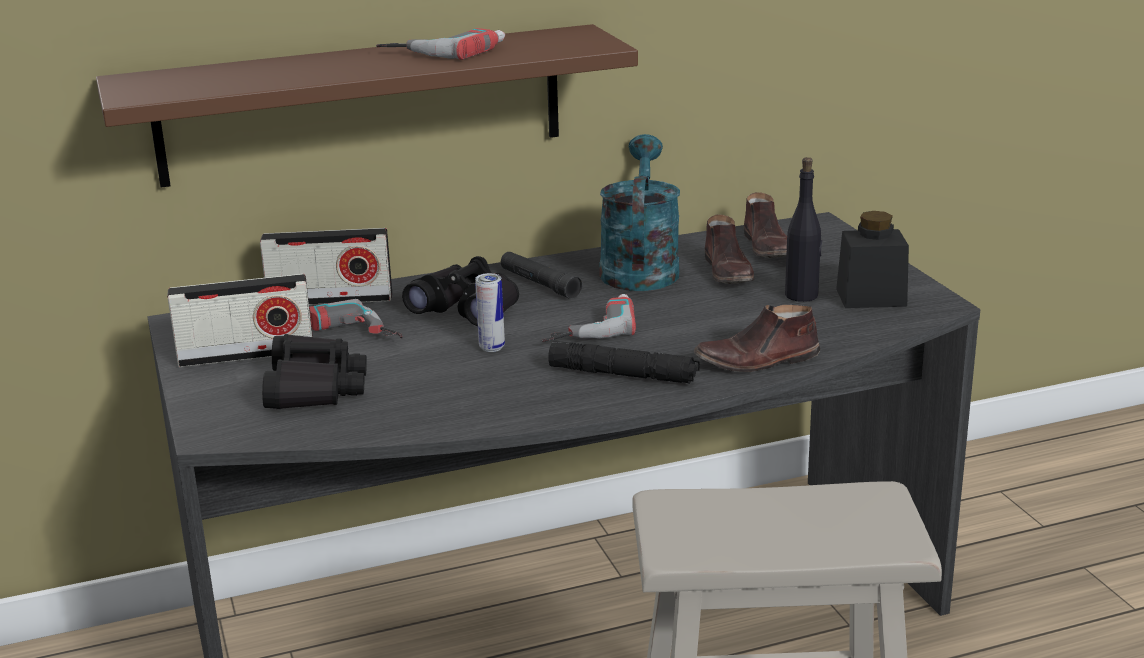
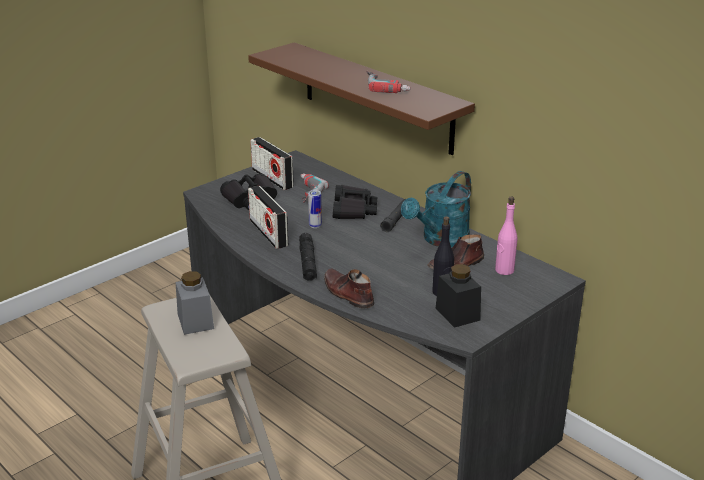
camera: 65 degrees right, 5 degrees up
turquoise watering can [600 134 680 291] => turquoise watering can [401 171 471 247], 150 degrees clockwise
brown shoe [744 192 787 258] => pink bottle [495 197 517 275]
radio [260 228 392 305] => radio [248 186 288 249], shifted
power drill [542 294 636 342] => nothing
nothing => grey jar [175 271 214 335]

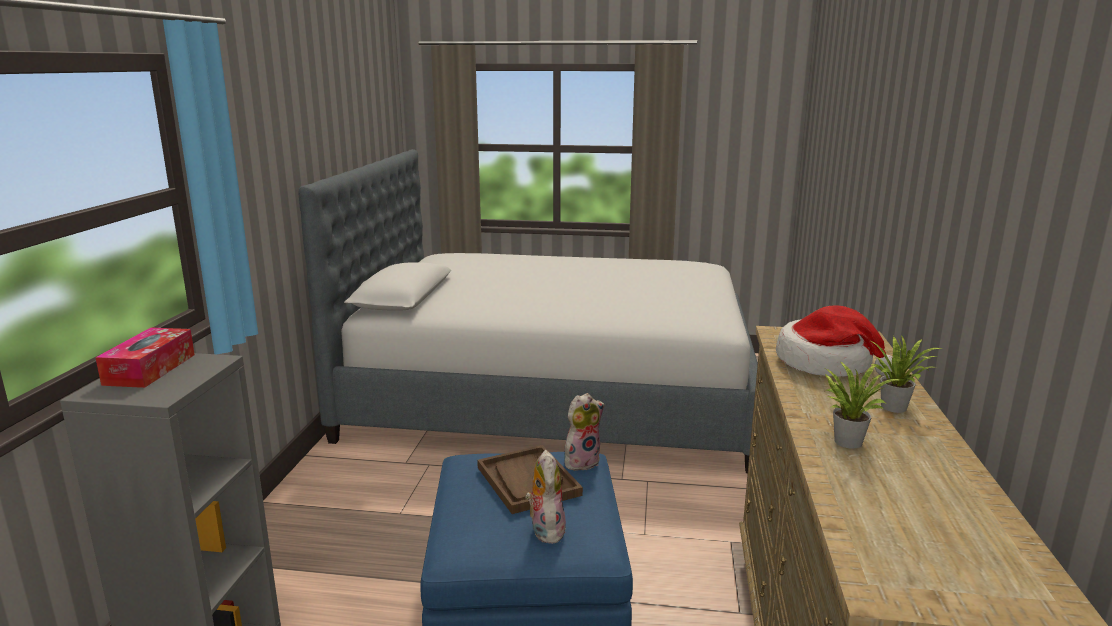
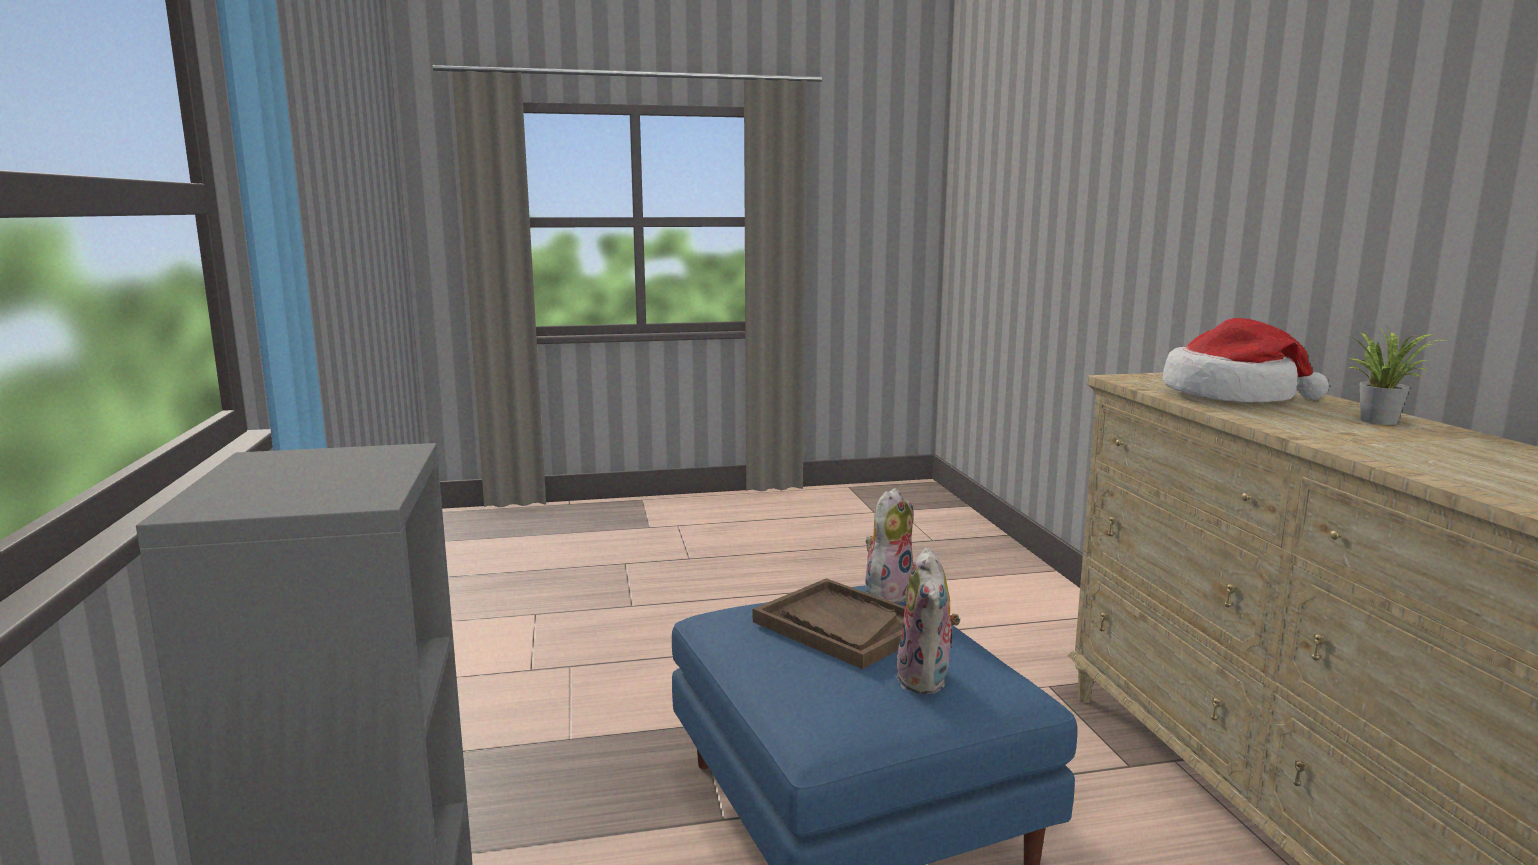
camera: 20 degrees left, 5 degrees down
bed [298 149 758 473] => nothing
tissue box [95 328 195 388] => nothing
potted plant [825 361 901 448] => nothing
plush toy [525 450 566 544] => plush toy [896 547 961 694], 150 degrees counterclockwise

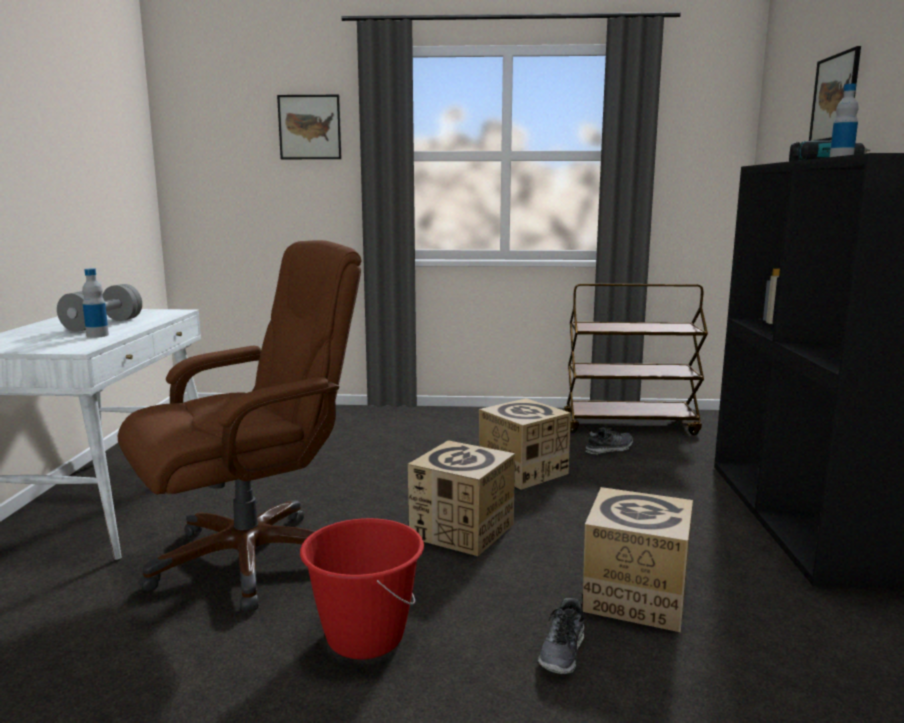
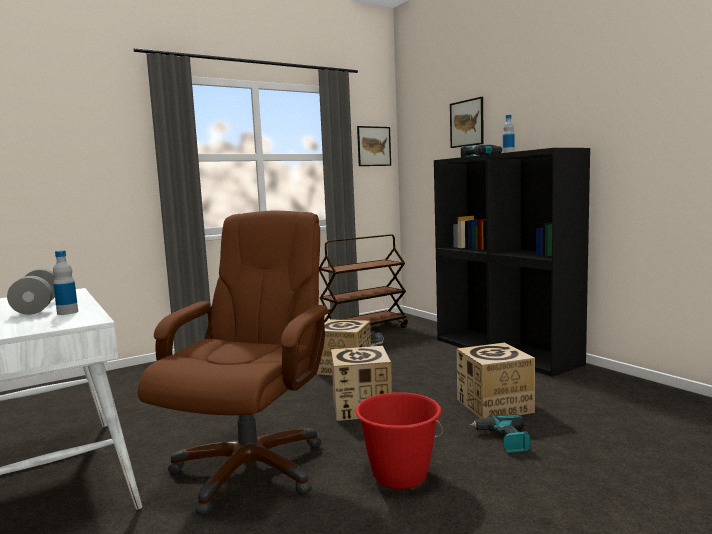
camera: 35 degrees left, 5 degrees down
picture [277 95 342 159] => picture [357 126 391 166], shifted
shoe [538 598 584 674] => power drill [469 414 530 453]

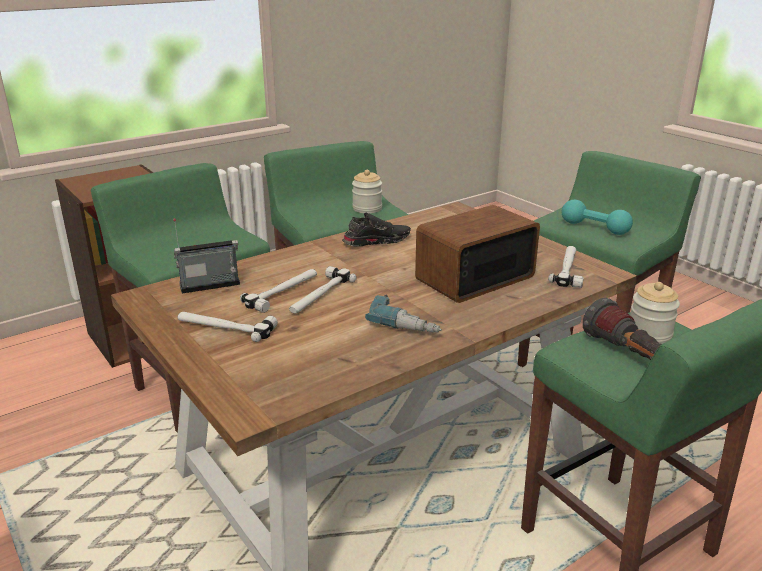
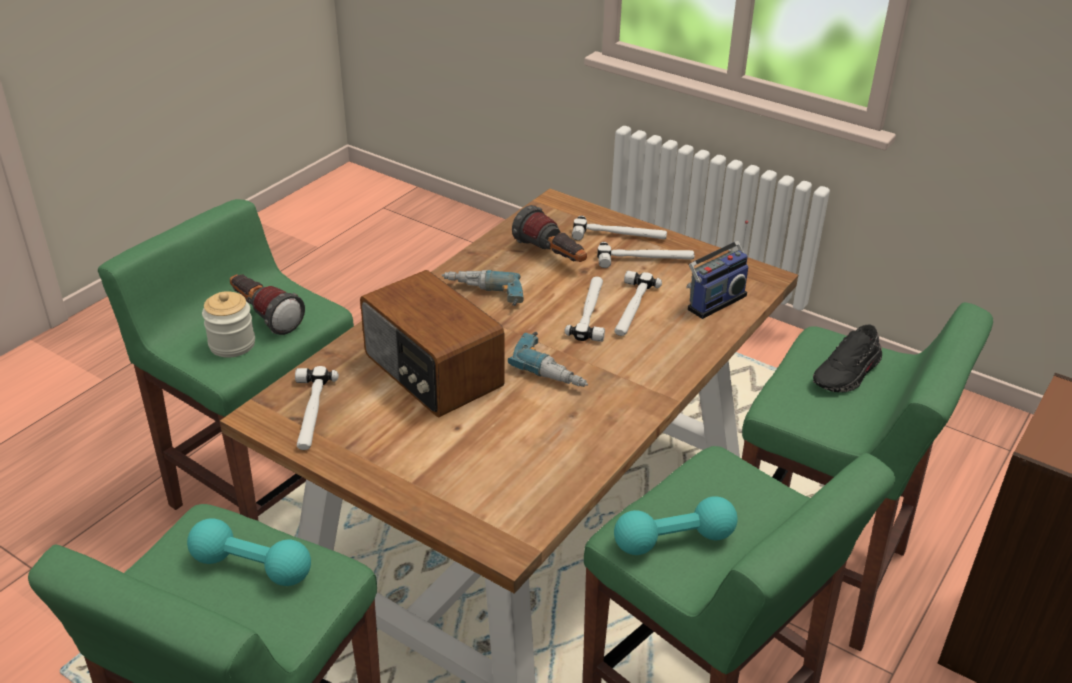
camera: 160 degrees right, 10 degrees up
jar [352 170 382 213] => turquoise dumbbell [614 496 738 555]
radio [415 205 540 303] => radio [360 270 505 417], 105 degrees clockwise
black shoe [342 212 411 247] => black shoe [813 325 882 392], shifted
nothing => flashlight [512 205 587 262]
nothing => hammer [572 216 667 240]
nothing => power drill [508 332 588 387]

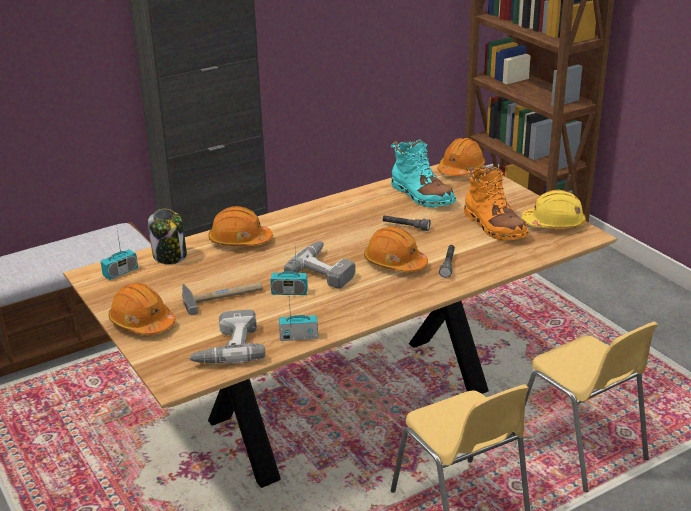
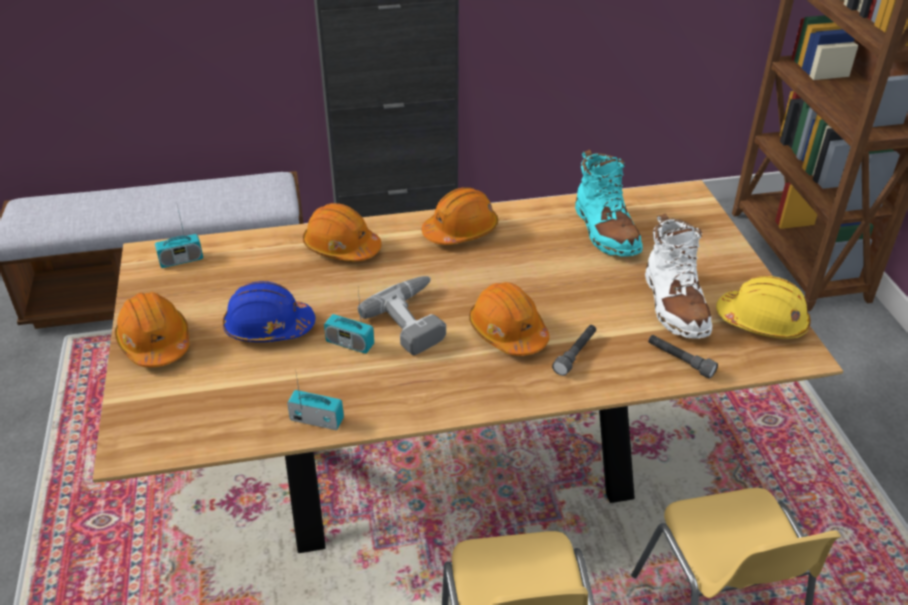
camera: 20 degrees right, 10 degrees up
orange hard hat [437 138 485 176] => orange hard hat [422 187 498 245], shifted
orange boot [464 166 529 241] => white boot [645 213 712 339]
jar [148 209 187 264] => nothing
grey flashlight [383 215 430 231] => grey flashlight [648 335 718 379], shifted
hammer [182 282 263 315] => blue hard hat [223 281 316 342]
power drill [188 309 265 364] => nothing

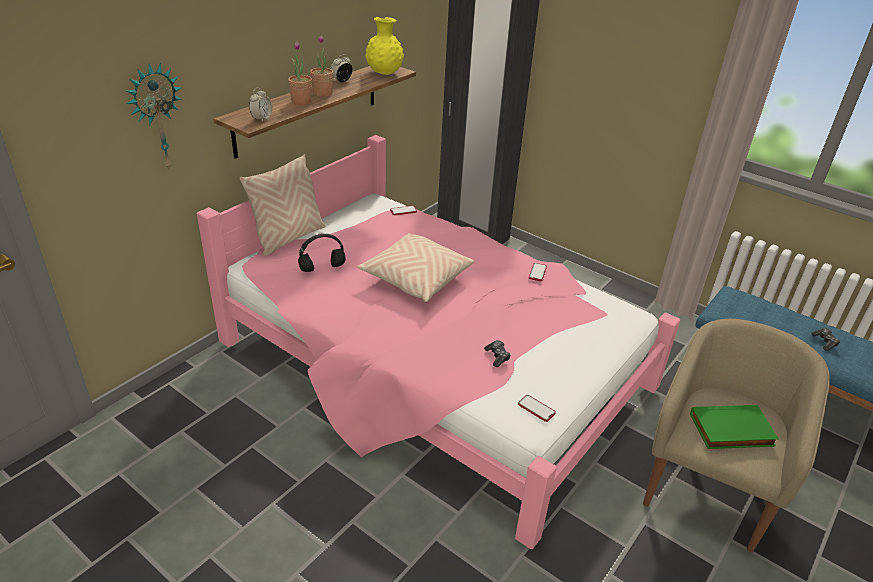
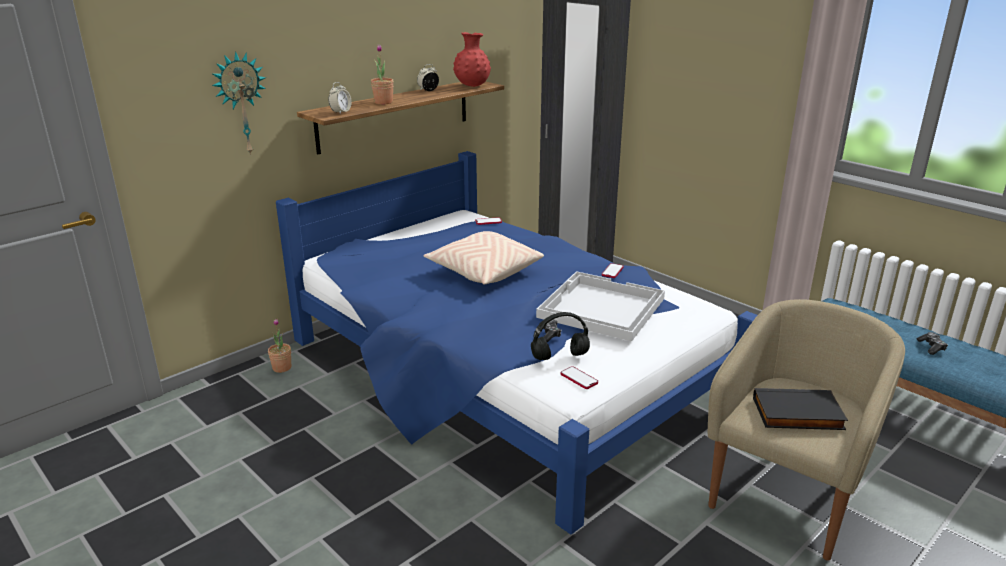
camera: 10 degrees right, 10 degrees down
yellow vase [365 17 404 75] => red vase [453 32 491 87]
potted plant [310 35 333 97] => potted plant [268 319 291 373], shifted
pink bed [197 135 680 549] => blue bed [276 151 757 534]
beige pillow [239 154 326 256] => nothing
black headphones [298 234 345 272] => black headphones [531 312 590 360], shifted
green book [690 405 779 449] => black book [753 388 848 430]
nothing => white tray [536 271 665 342]

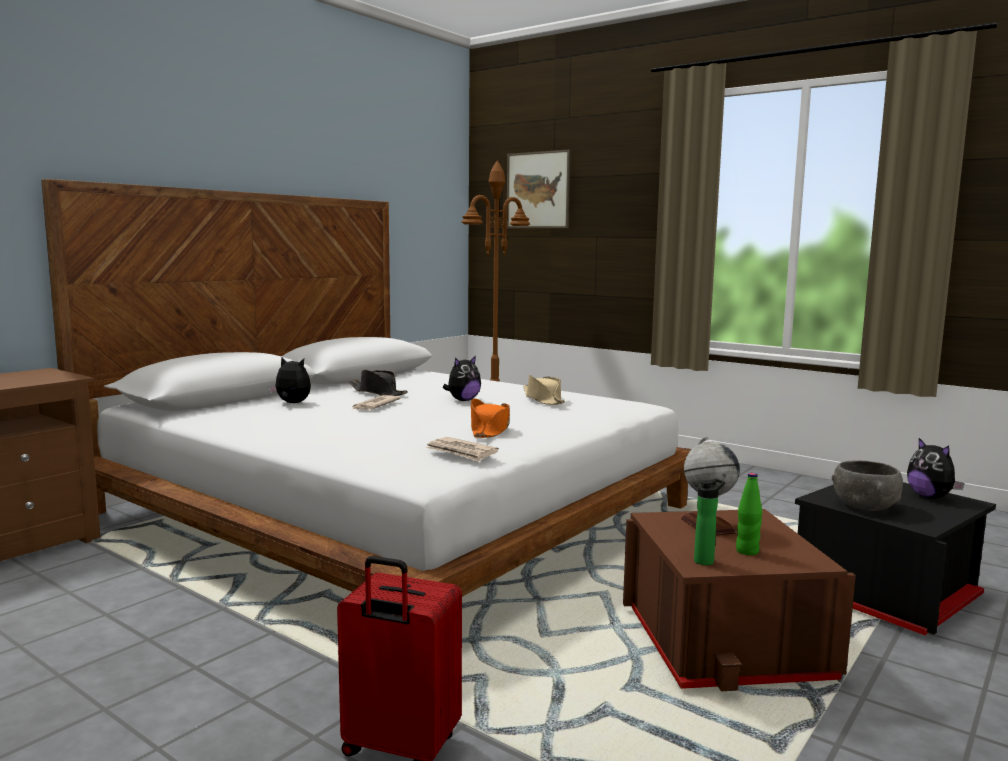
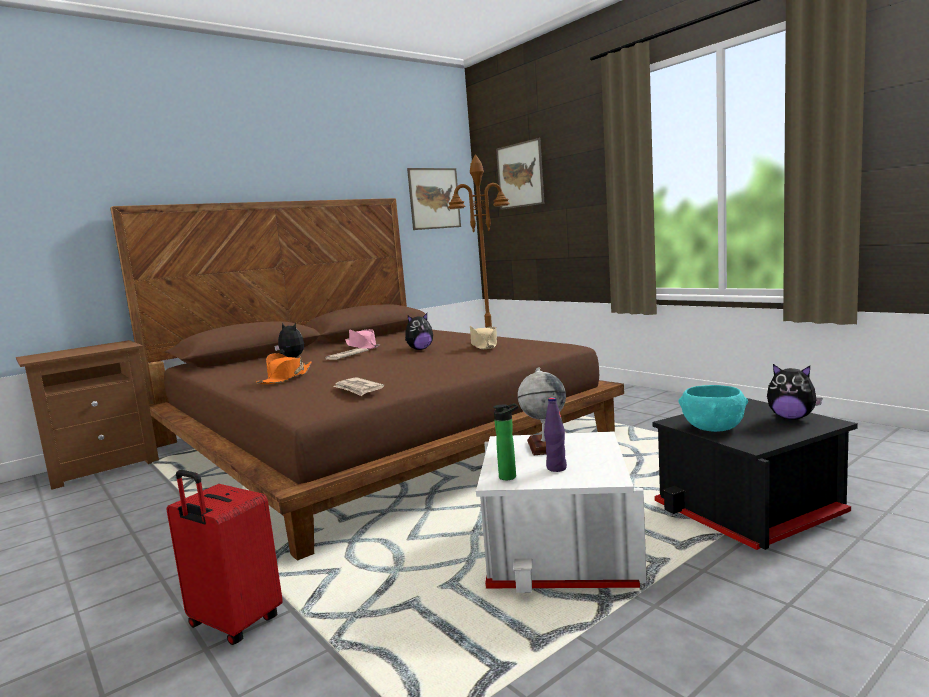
camera: 15 degrees right, 0 degrees up
white bed [41 179 692 597] => brown bed [110 198 624 560]
black hat [349 370 408 396] => pink hat [345 329 380 349]
orange hat [471 399 510 438] => orange hat [256 353 312 384], shifted
plush toy [907 438 965 499] => plush toy [767 364 822 420], 45 degrees counterclockwise
grey bowl [832 460 903 511] => turquoise bowl [679 385 748 432]
green bottle [736 473 762 555] => purple bottle [544 397 567 472]
brown storage box [623 509 856 691] => white storage box [476 431 647 593]
nothing => picture [407 168 461 230]

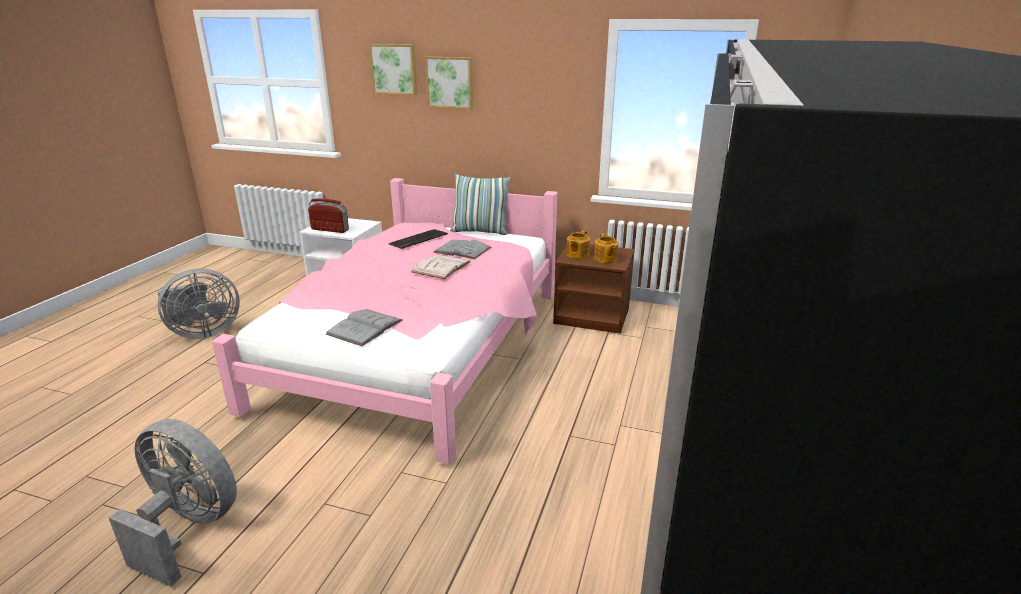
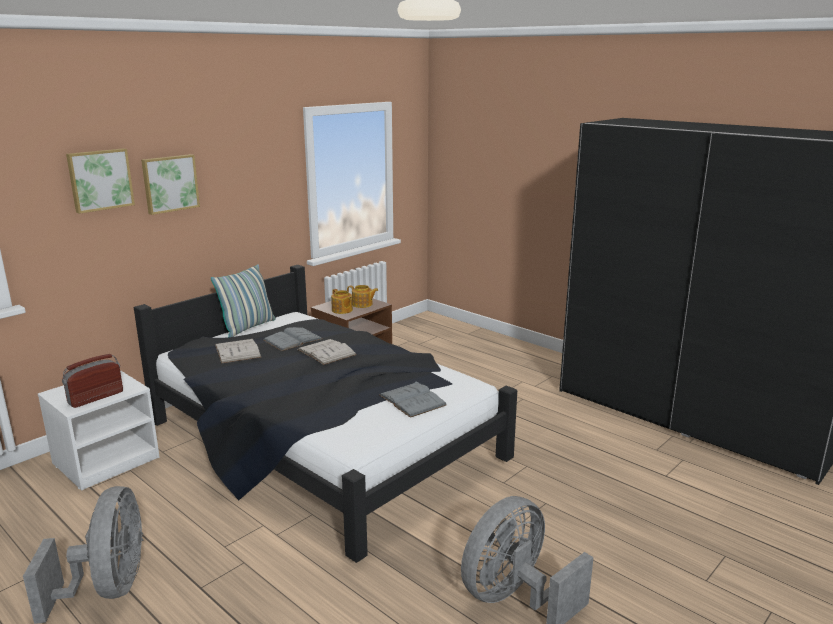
camera: 65 degrees left, 5 degrees down
pink bed [212 178 557 464] => black bed [134 265 517 563]
keyboard [389 229 448 249] => white book [215 339 261 364]

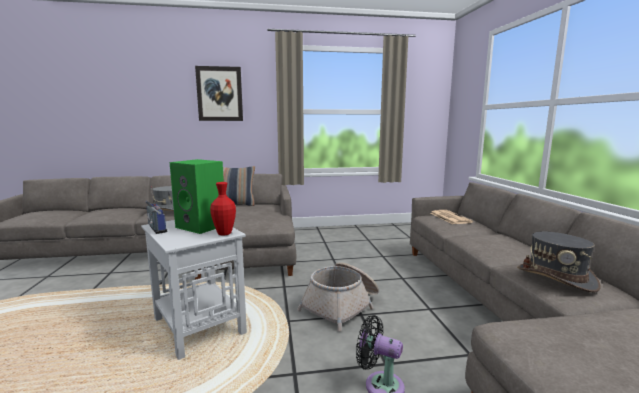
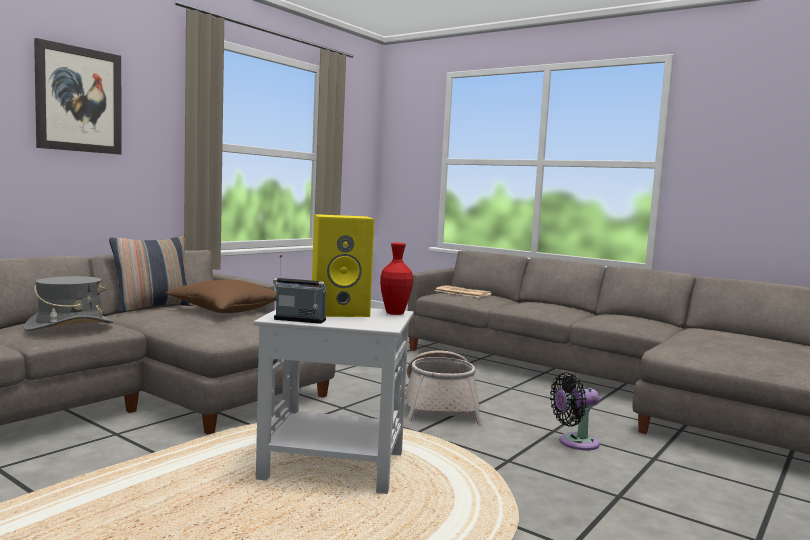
camera: 45 degrees left, 5 degrees down
green speaker [170 159 224 234] => yellow speaker [312 214 375 317]
grey hat [517 232 601 293] => nothing
nothing => brown pillow [166 280 277 313]

